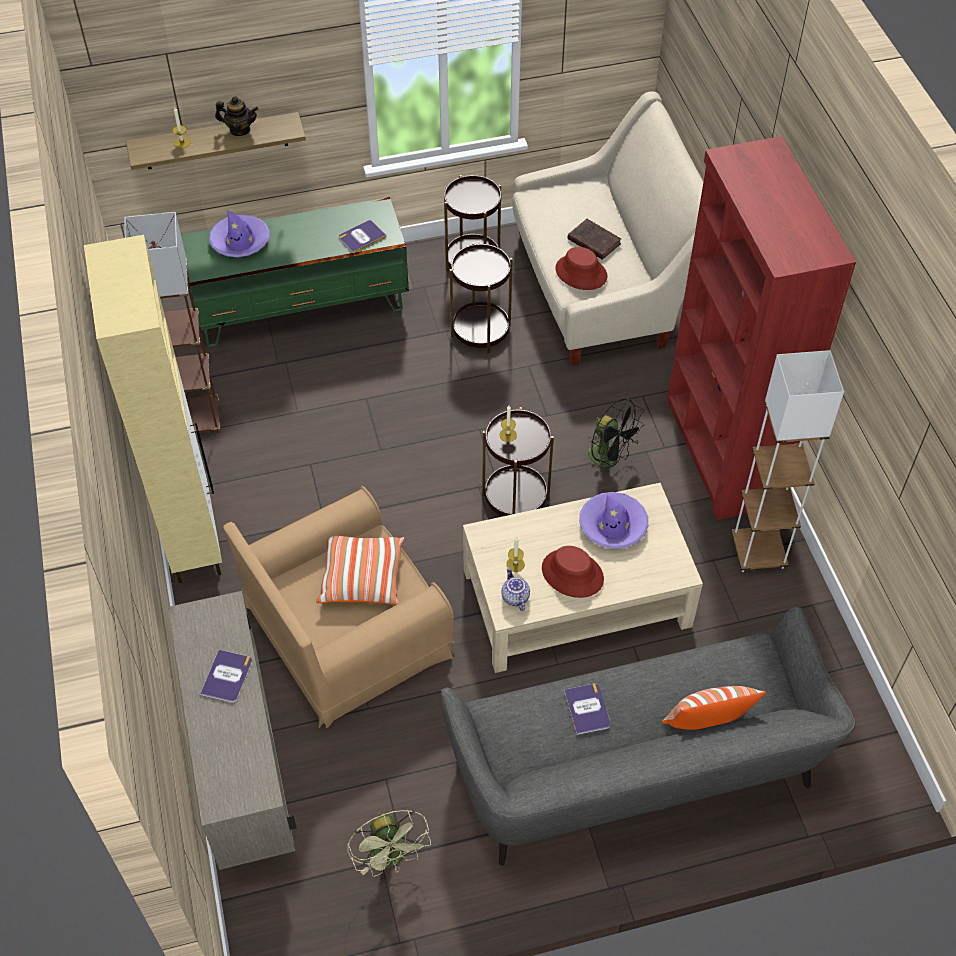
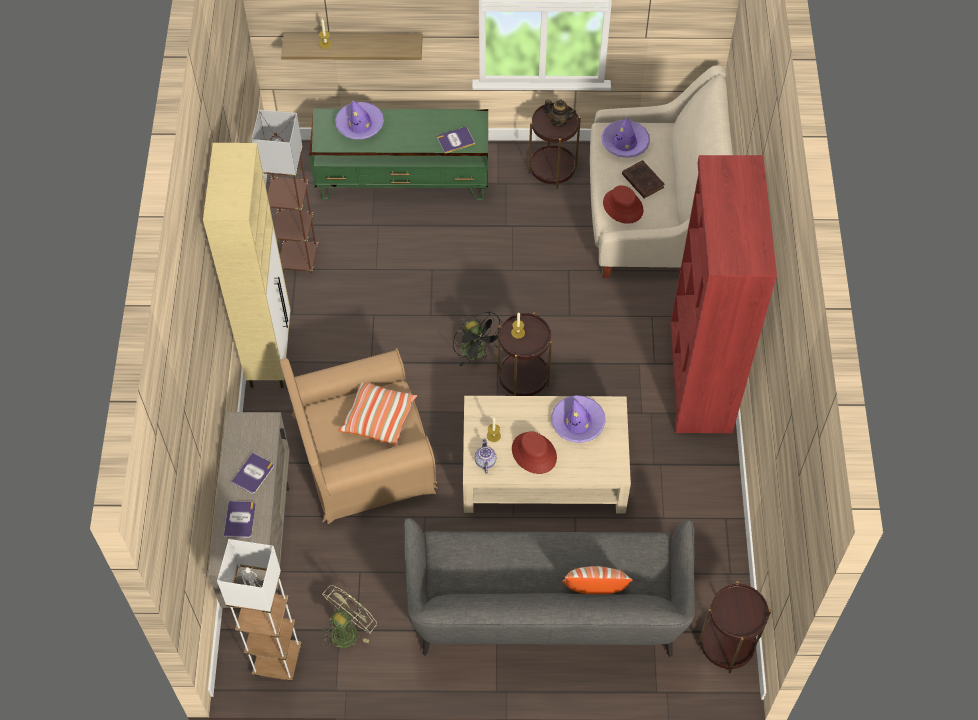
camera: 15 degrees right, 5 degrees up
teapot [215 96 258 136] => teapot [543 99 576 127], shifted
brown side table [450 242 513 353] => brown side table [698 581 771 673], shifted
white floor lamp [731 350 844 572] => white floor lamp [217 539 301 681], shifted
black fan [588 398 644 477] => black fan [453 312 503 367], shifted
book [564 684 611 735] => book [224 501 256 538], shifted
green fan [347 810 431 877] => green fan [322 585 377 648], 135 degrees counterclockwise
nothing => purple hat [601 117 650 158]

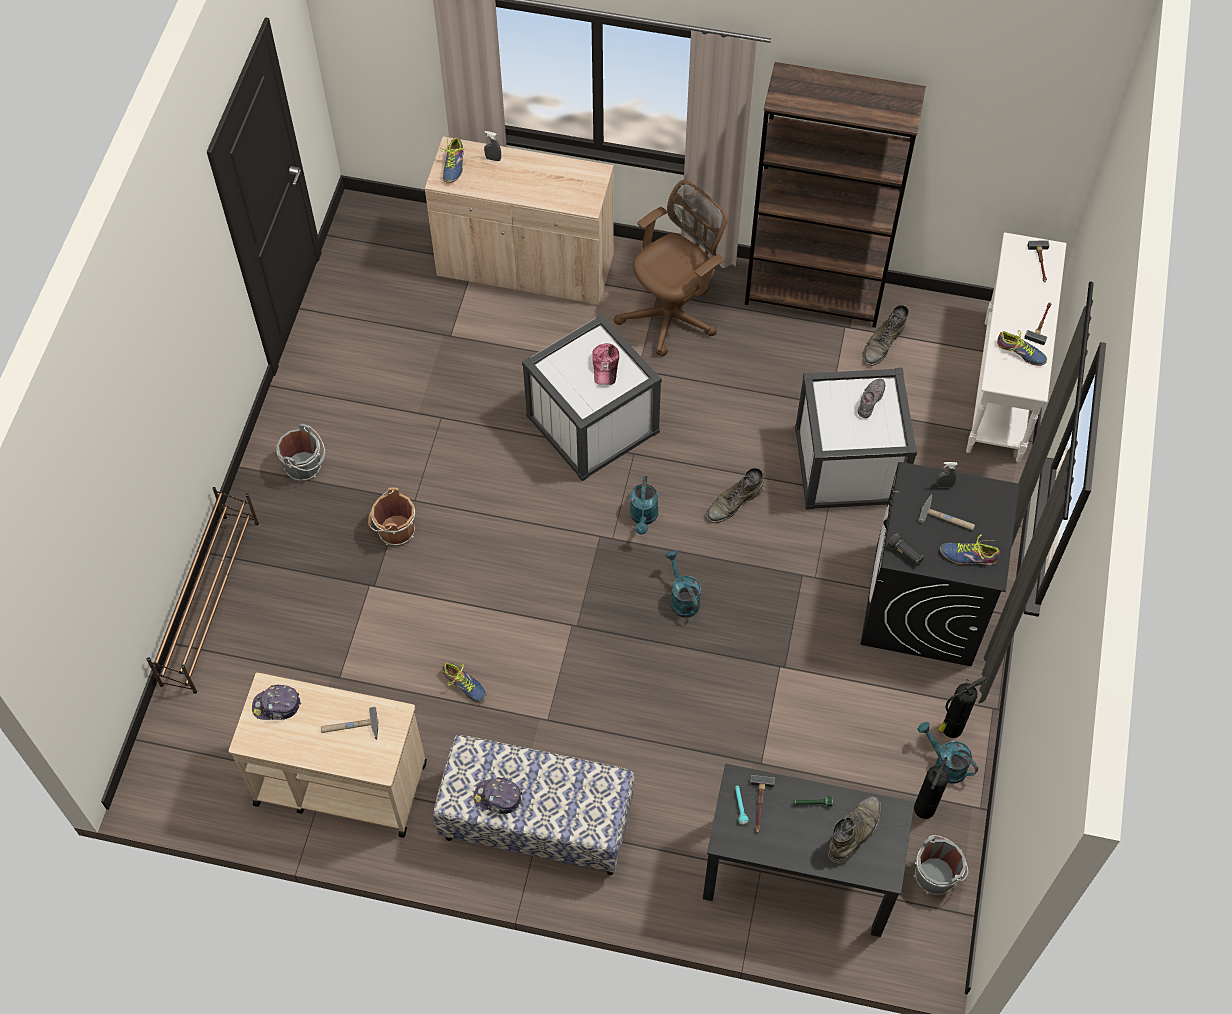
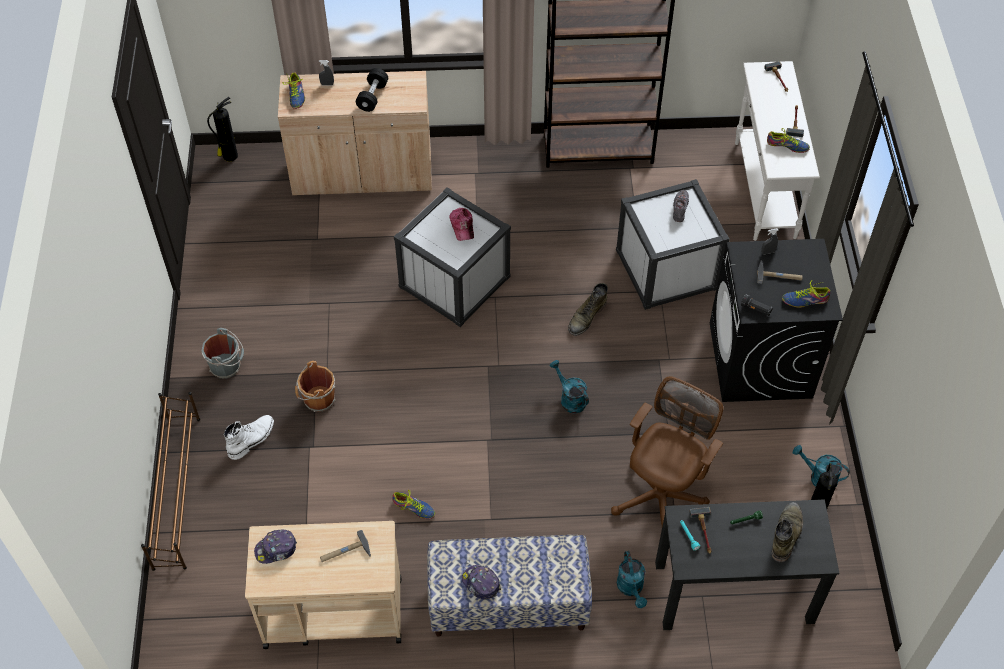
camera: 15 degrees left, 5 degrees down
brown office chair [614 180 728 357] => brown office chair [611 376 724 526], shifted
green boot [863 305 909 366] => nothing
turquoise watering can [630 476 658 535] => turquoise watering can [617 551 647 608], shifted
fire extinguisher [938 676 987 738] => fire extinguisher [207 97 238 162], shifted
cap [474 777 522 814] => cap [462 565 501 600], 45 degrees clockwise
grey bucket [914 835 969 895] => nothing
nothing => black dumbbell [356 68 388 112]
nothing => white boot [224 415 274 460]

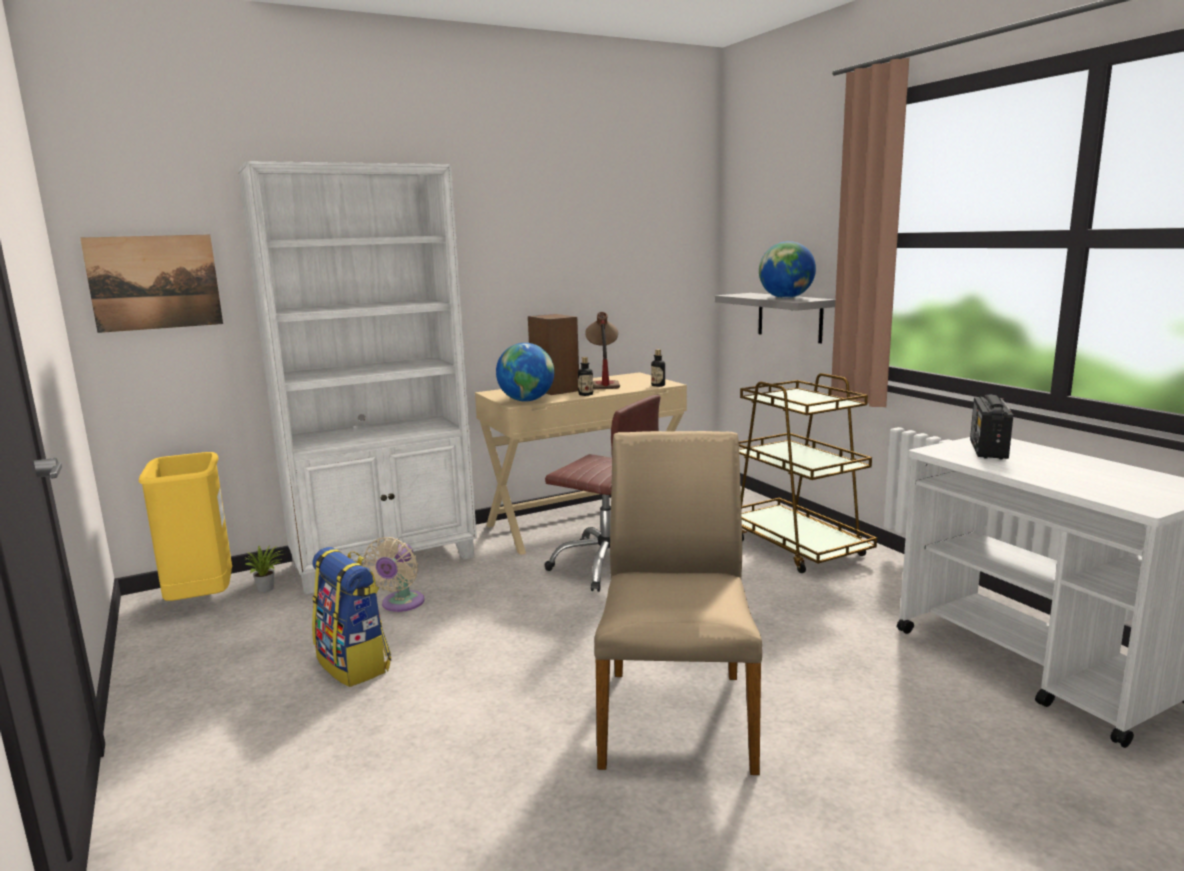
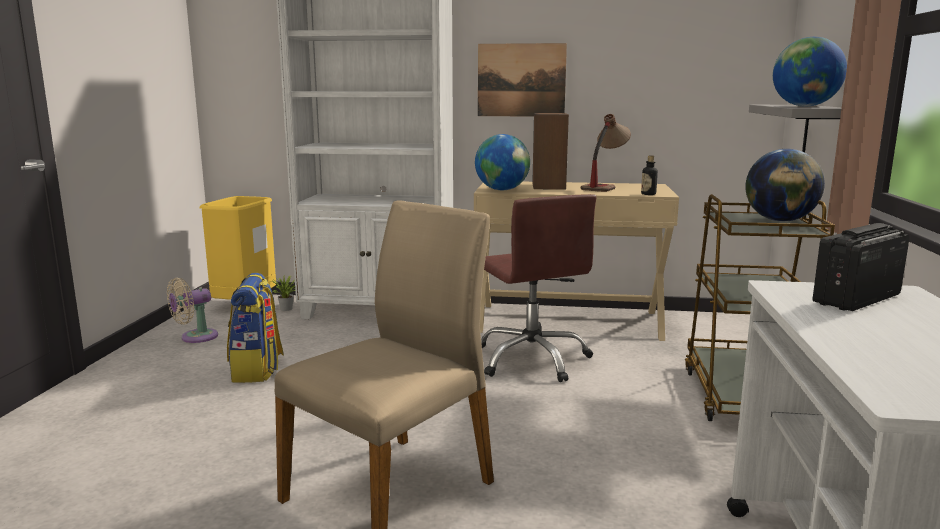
camera: 35 degrees right, 0 degrees up
picture [80 235 223 333] => picture [478 43 567 116], shifted
bottle [578 357 593 396] => nothing
beige fan [363 537 425 612] => beige fan [167 278 218 343], shifted
nothing => globe [745 149 825 222]

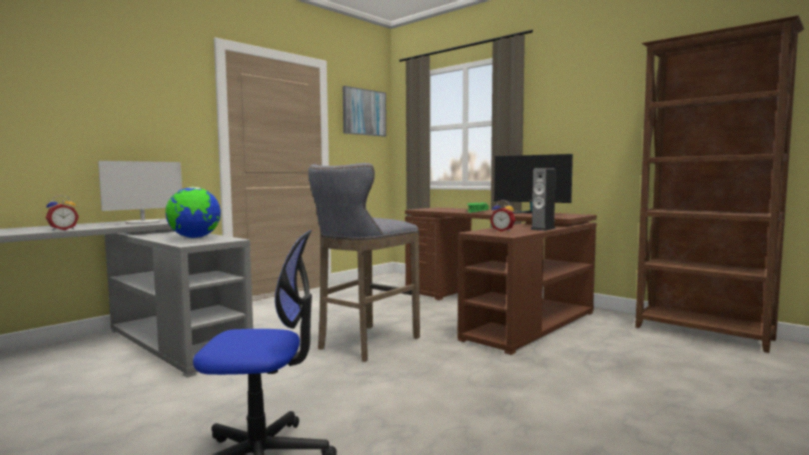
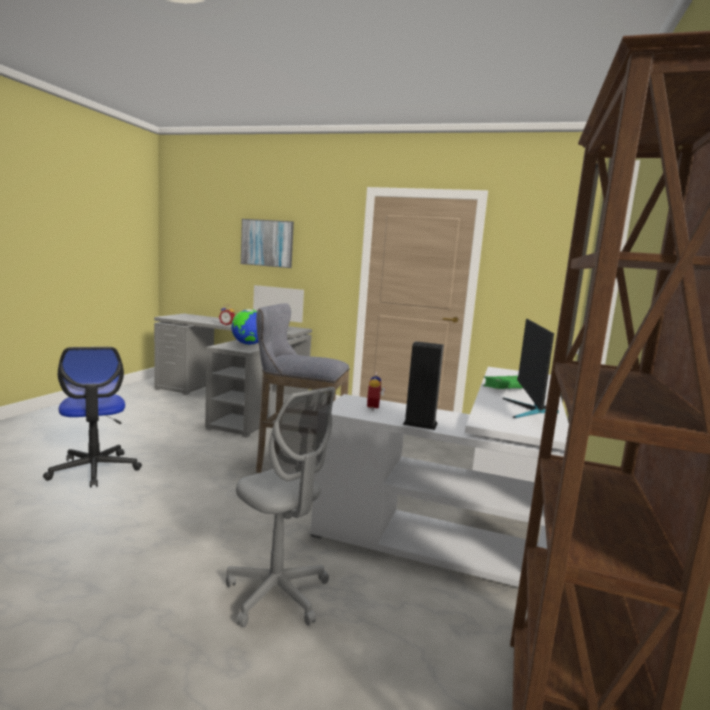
camera: 65 degrees right, 5 degrees up
picture [343 86 386 137] => picture [241 219 294 268], shifted
brown desk [405 207 597 355] => white desk [310 367 569 587]
nothing => grey office chair [226 387 335 627]

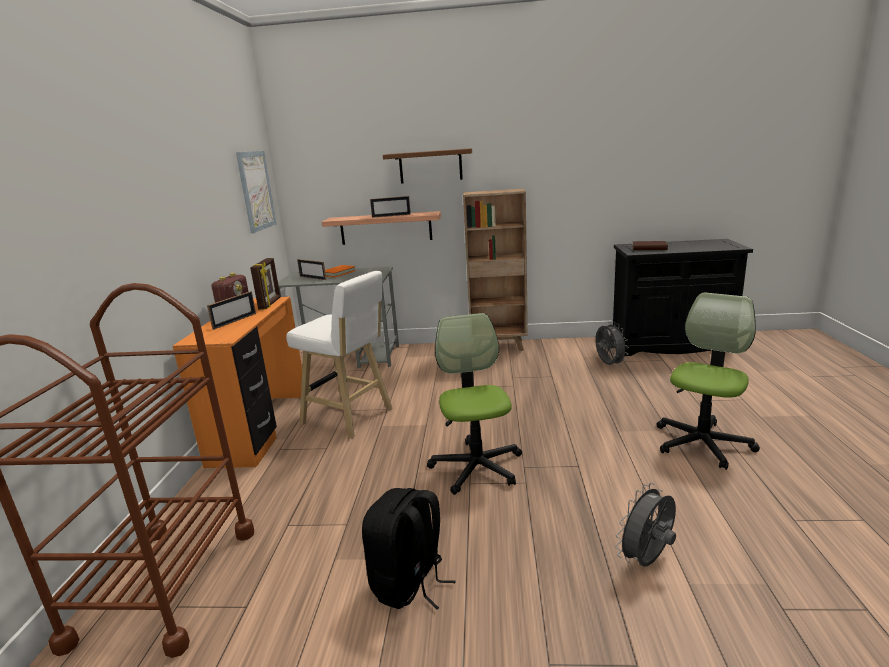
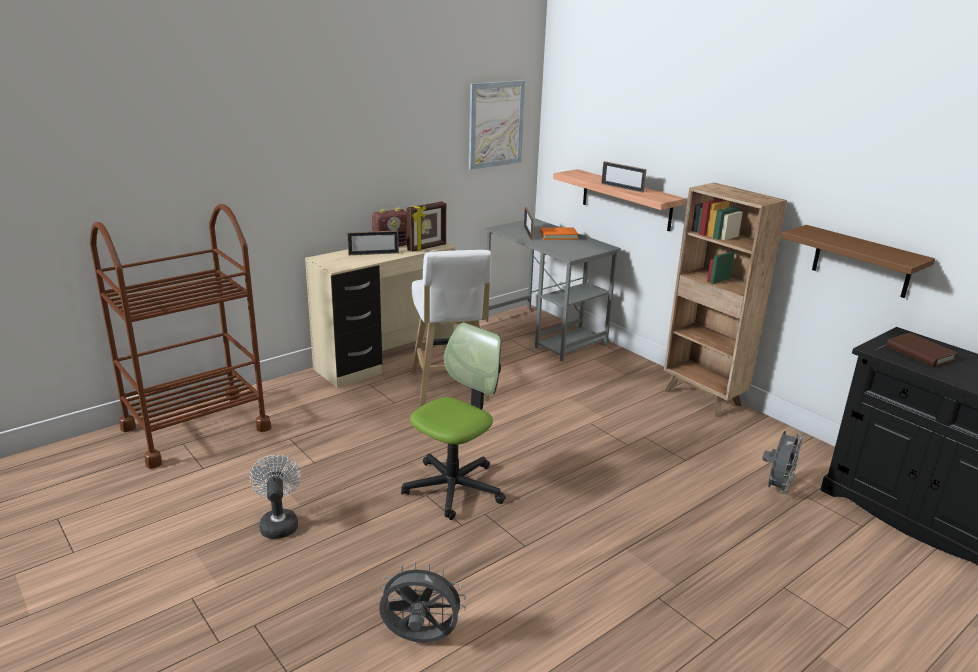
camera: 45 degrees right, 5 degrees up
brown shelf [383 148 472 183] => brown shelf [781 225 935 298], shifted
office chair [656 292 760 470] => nothing
orange desk [173 297 302 468] => beige desk [305 242 456 388]
black backpack [362 488 456 609] => white fan [249 455 301 539]

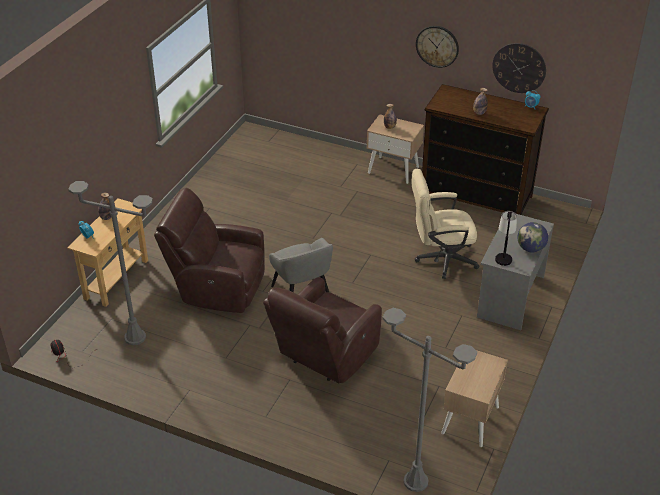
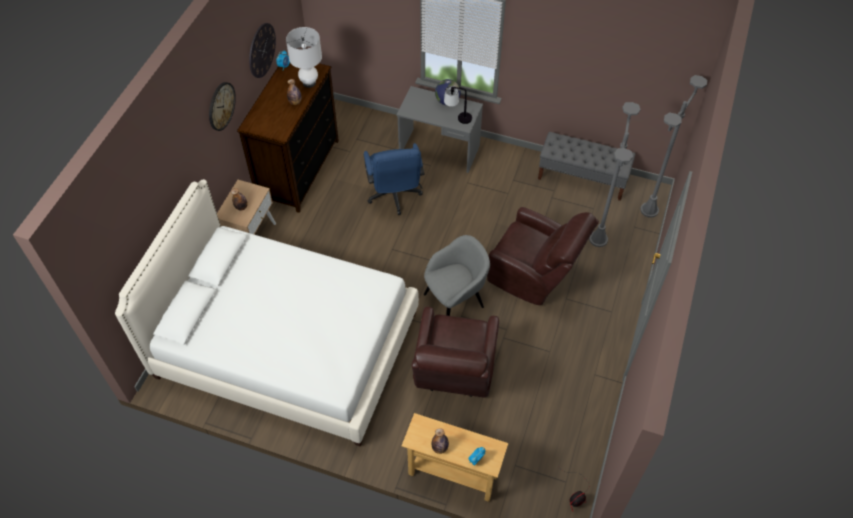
camera: 95 degrees left, 15 degrees up
beige office chair [412 169 479 279] => blue office chair [364 143 424 215]
grey floor lamp [68 181 153 345] => grey floor lamp [589 102 641 247], shifted
beige nightstand [441 350 508 447] => grey bench [538 132 635 201]
nothing => white table lamp [286 27 322 88]
nothing => white bed [115 179 419 446]

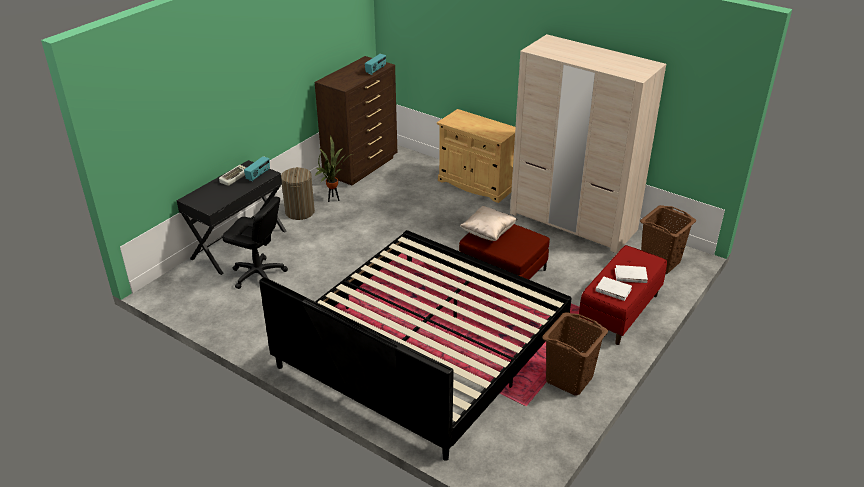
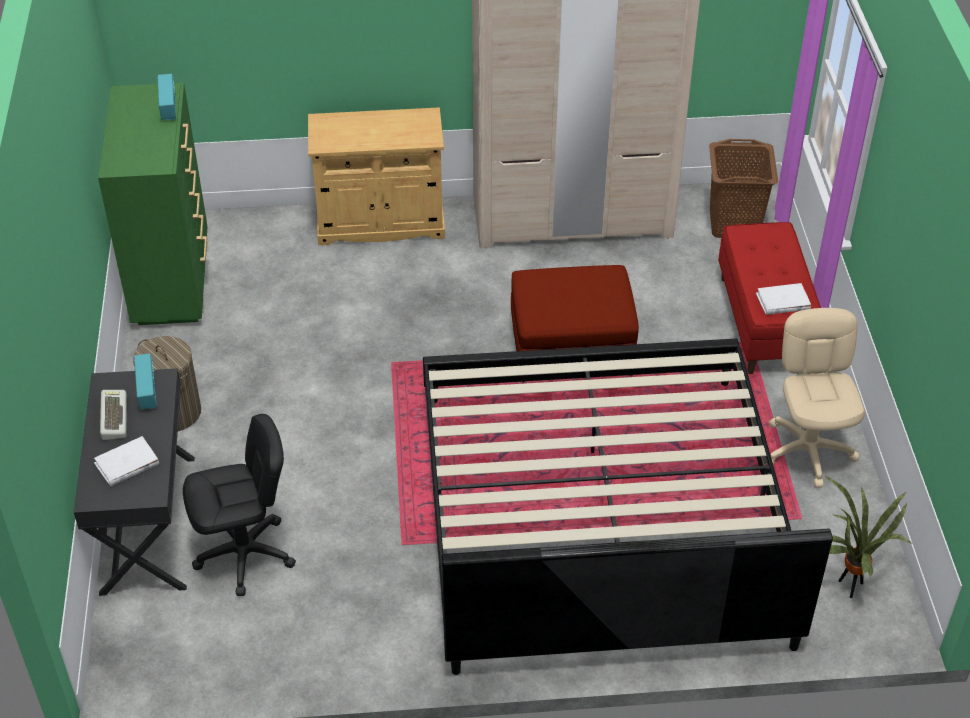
camera: 40 degrees left, 10 degrees up
brown dresser [315 56 397 186] => green dresser [98 83 208 325]
potted plant [314 136 352 202] => potted plant [824 475 914 598], shifted
beige pillow [460 206 517 241] => nothing
white book [615 265 648 283] => white book [94 436 159 486], shifted
brown laundry basket [542 313 608 396] => beige office chair [769 308 865 488]

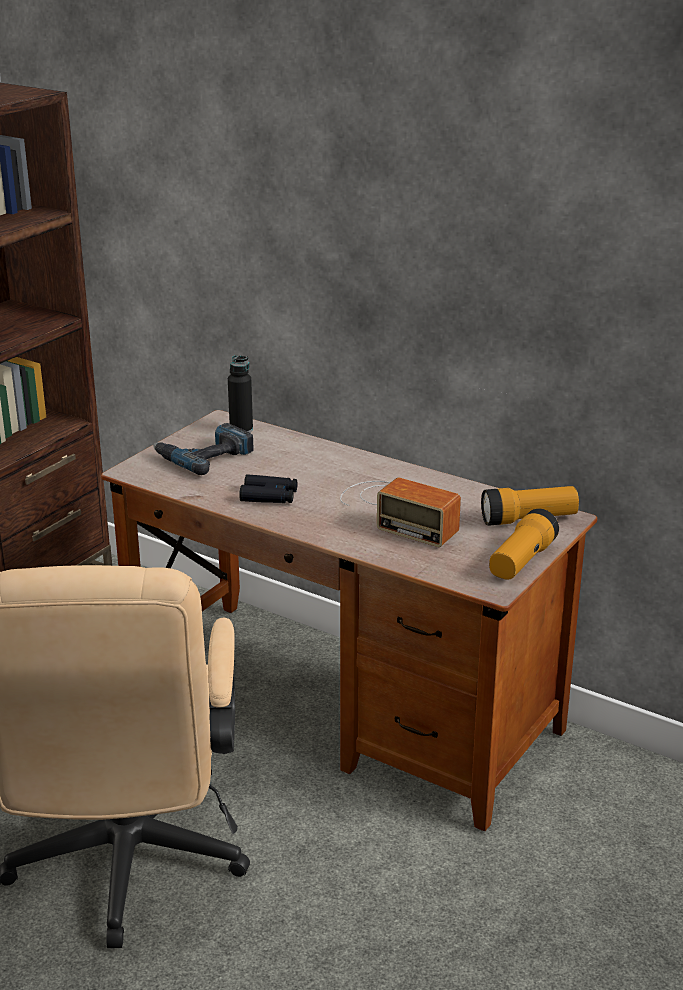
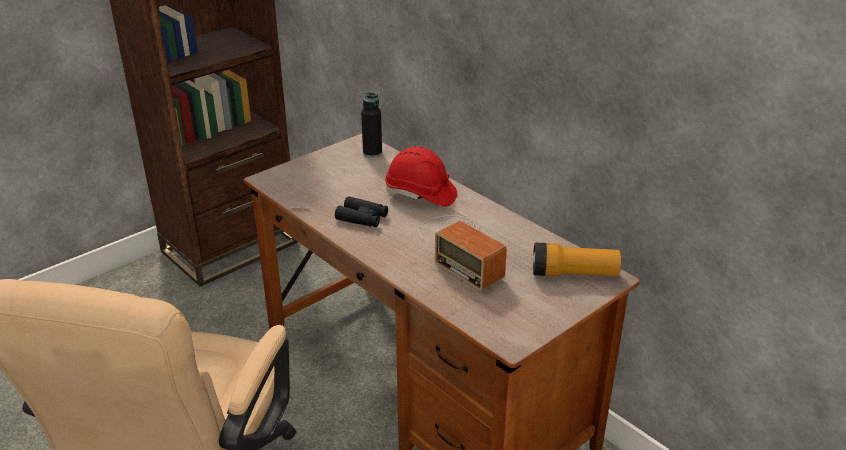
camera: 15 degrees right, 5 degrees up
power drill [153 423 254 475] => nothing
flashlight [489 509 559 580] => nothing
nothing => red hard hat [385 147 457 207]

